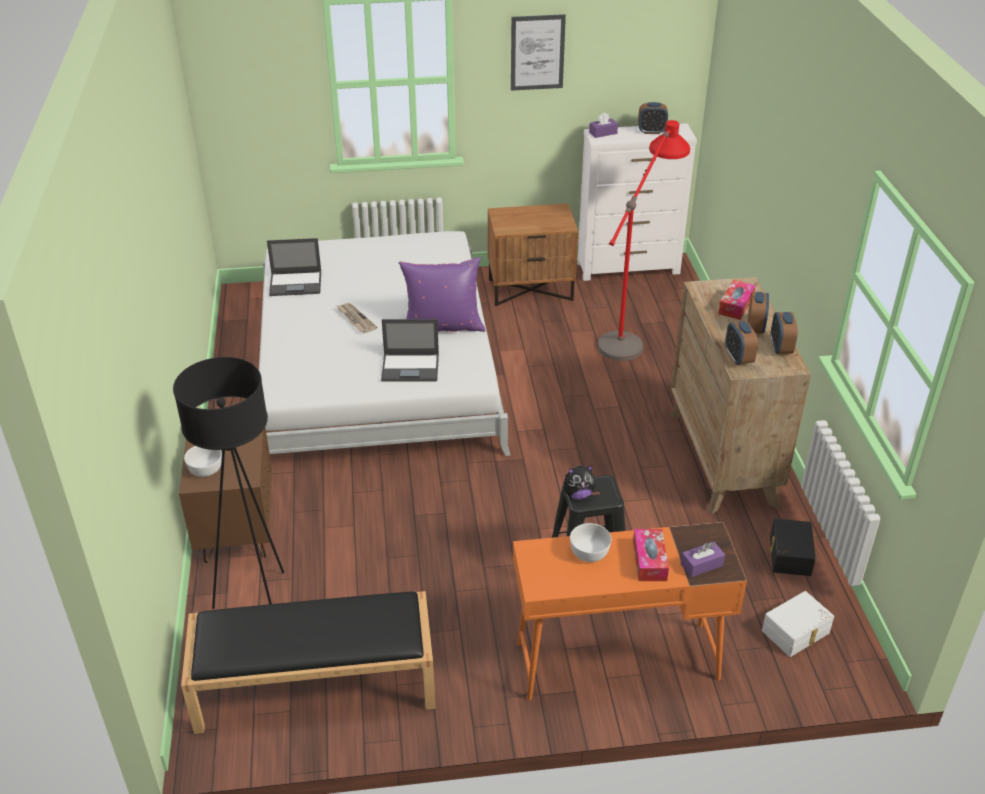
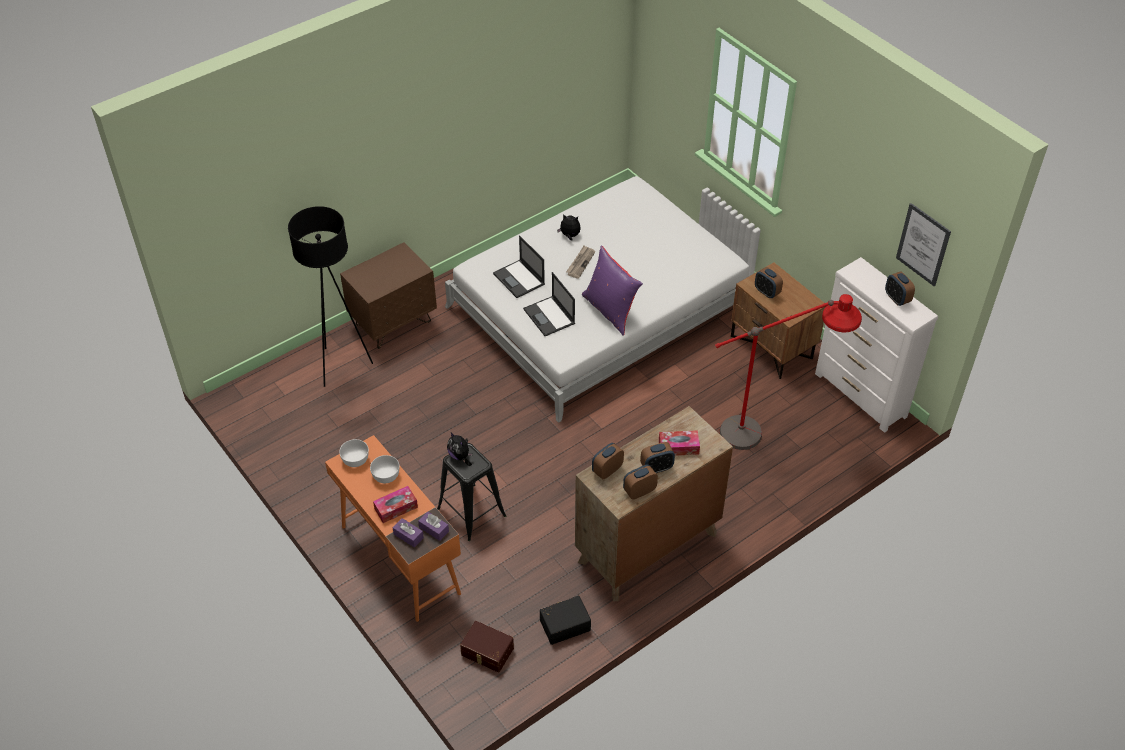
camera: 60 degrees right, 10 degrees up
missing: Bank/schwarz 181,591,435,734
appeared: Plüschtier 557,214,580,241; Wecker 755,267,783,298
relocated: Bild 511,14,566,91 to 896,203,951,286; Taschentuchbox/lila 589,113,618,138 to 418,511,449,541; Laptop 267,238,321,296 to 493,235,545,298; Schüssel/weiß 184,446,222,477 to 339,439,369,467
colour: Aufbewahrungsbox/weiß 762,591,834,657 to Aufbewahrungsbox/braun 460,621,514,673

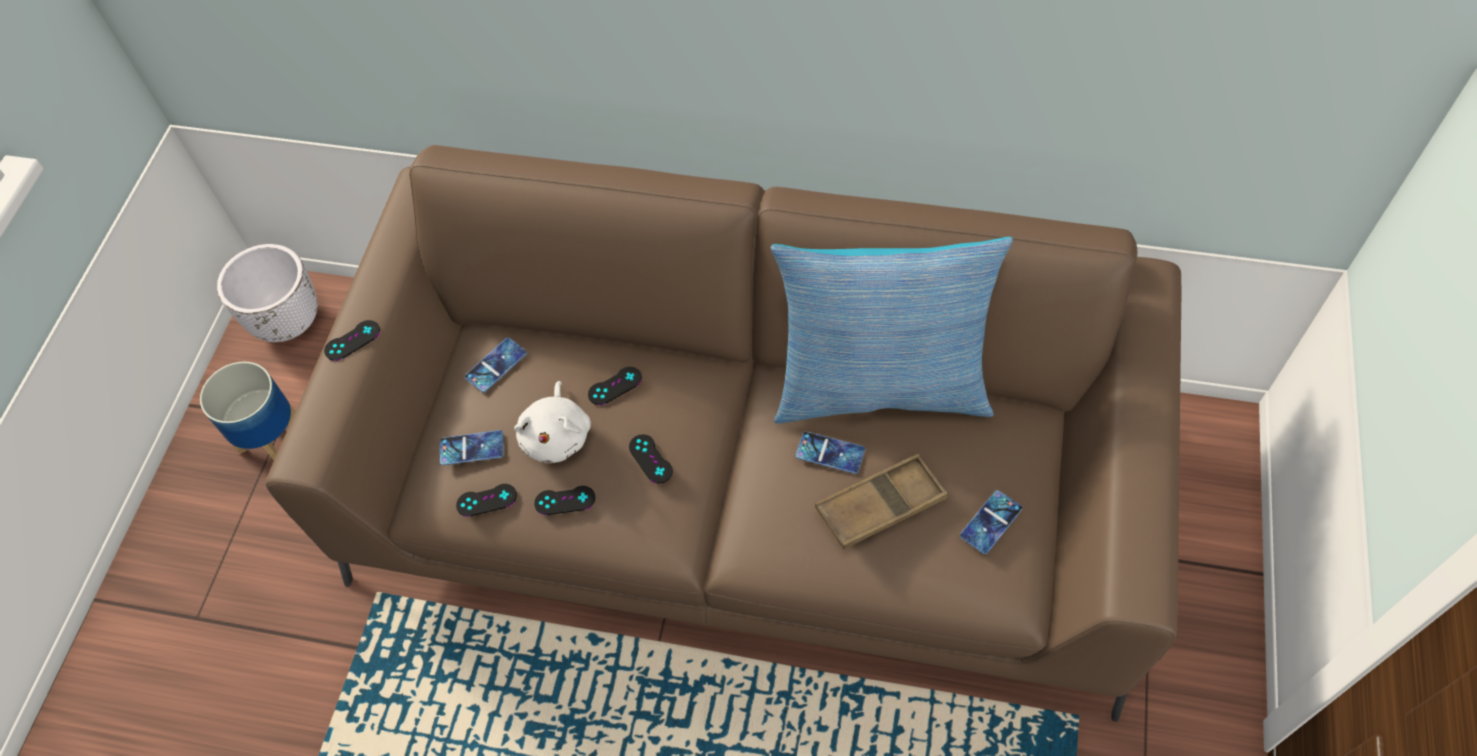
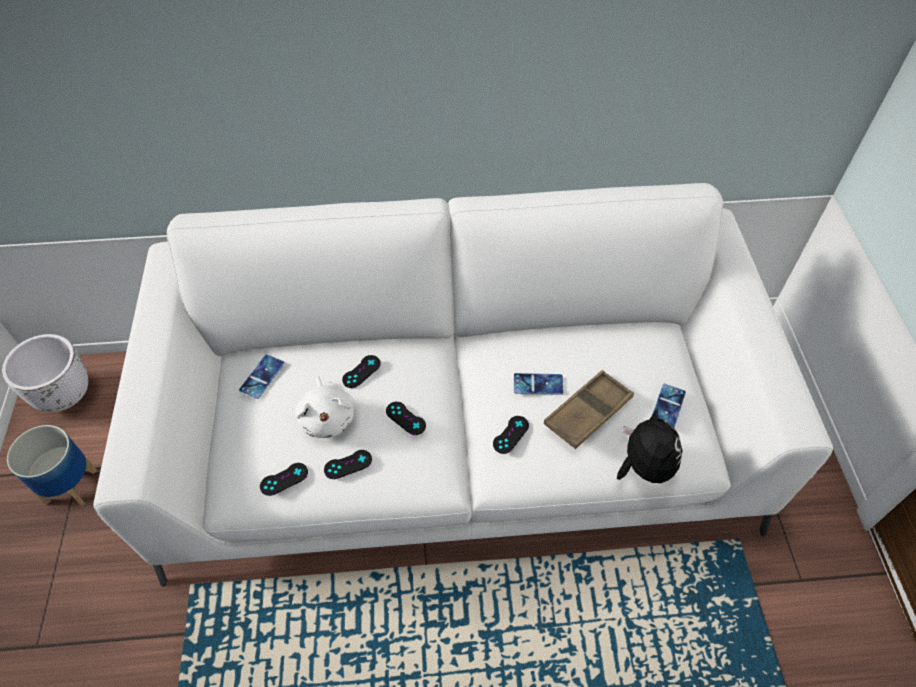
camera: 20 degrees left, 5 degrees down
missing: Kissen 771,237,1013,424; Handy 440,430,504,465
appeared: Plüschtier 617,408,682,483
relocated: Gamepad/schwarz 324,320,380,361 to 493,416,529,454
colour: Sofa/braun 265,145,1181,722 to Sofa/weiß 94,183,833,587

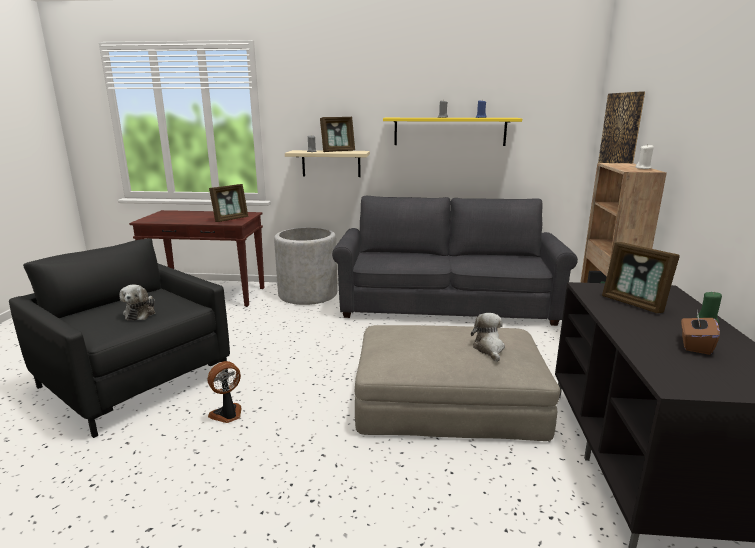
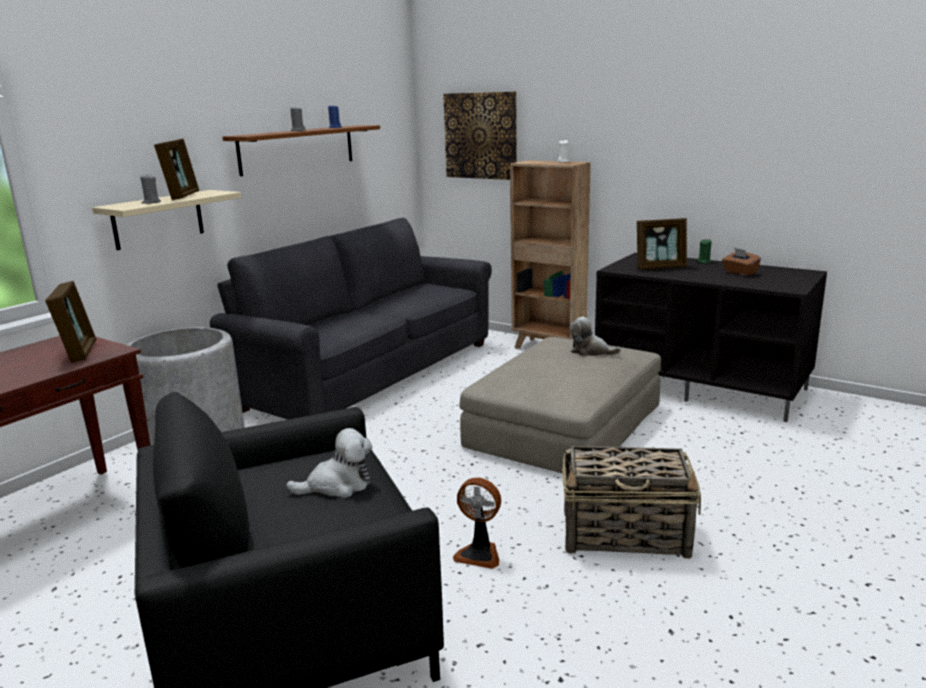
camera: 60 degrees left, 0 degrees up
appeared: Korb 562,446,701,559
colour: Wandregal/gelb 383,118,522,146 to Wandregal/braun 223,125,380,176
spun: Plüschtier 120,285,155,321 = 286,428,373,498 45 degrees counterclockwise; Ventilator 207,361,242,423 = 453,478,501,569 60 degrees counterclockwise

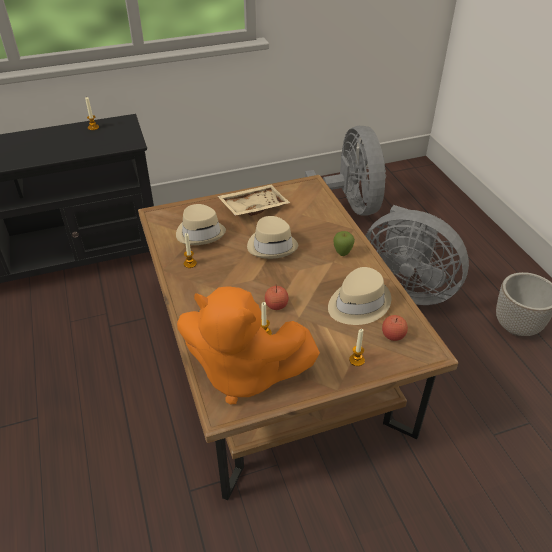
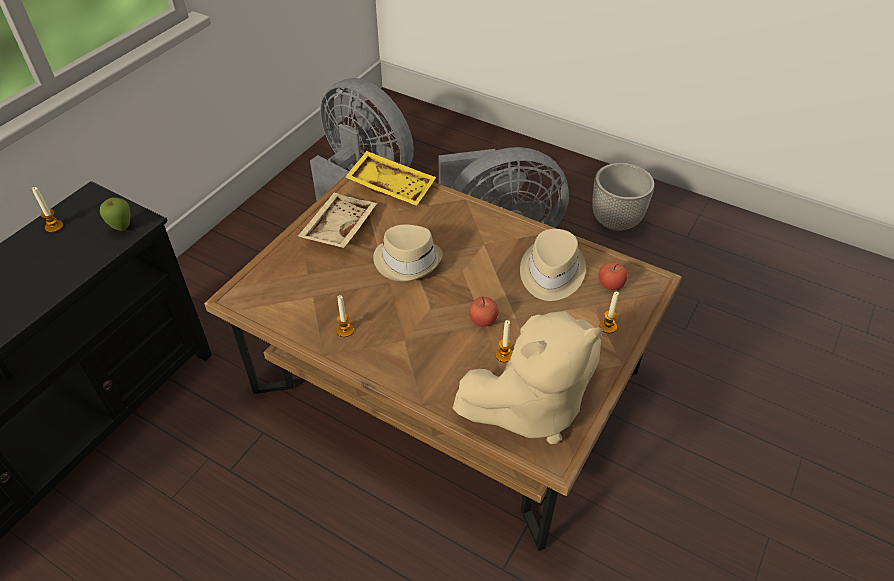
camera: 40 degrees left, 5 degrees up
missing: Hut/beige 176,204,226,245
appeared: Tablett/gelb 345,151,436,206
relocated: Apfel 333,231,355,256 to 100,198,131,231
colour: Plüschtier/orange 177,286,320,404 to Plüschtier/beige 453,311,603,444

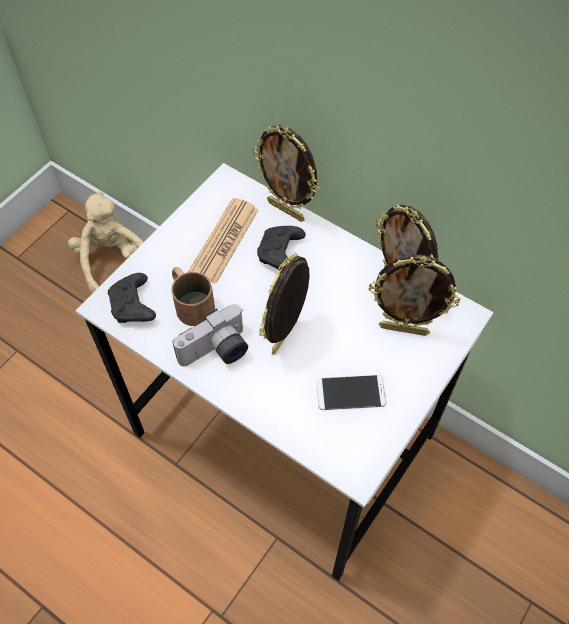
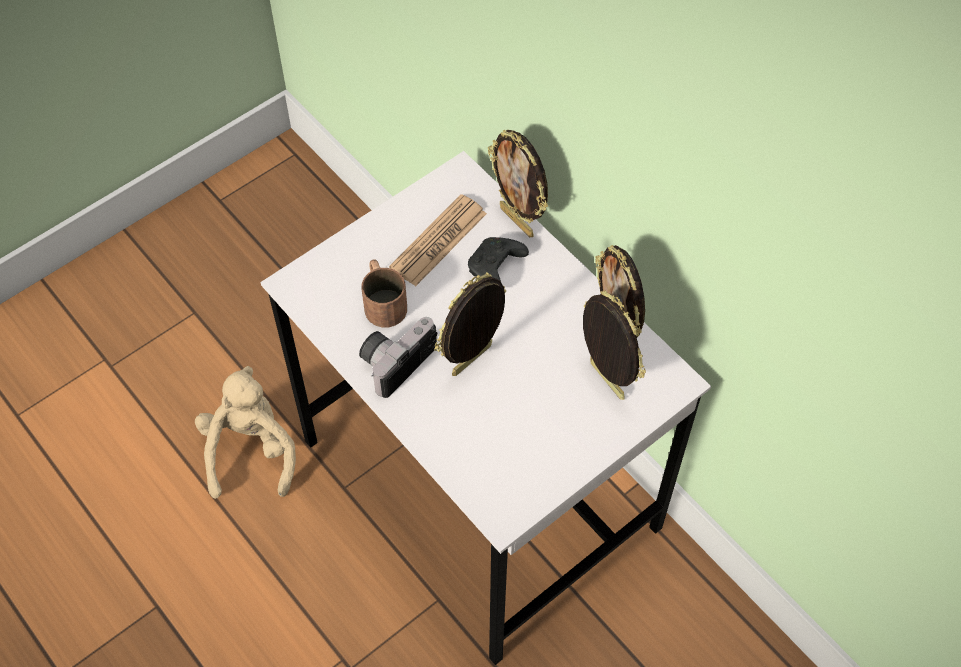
camera: 15 degrees right, 0 degrees up
missing: Gamepad/schwarz 108,273,156,323; Handy 316,375,386,410
relocated: Plüschtier/beige 68,191,144,294 to 195,366,296,499
spun: Bilderrahmen 369,254,460,336 = 583,290,646,400 150 degrees counterclockwise; Kamera 173,304,248,366 = 359,317,437,398 150 degrees clockwise

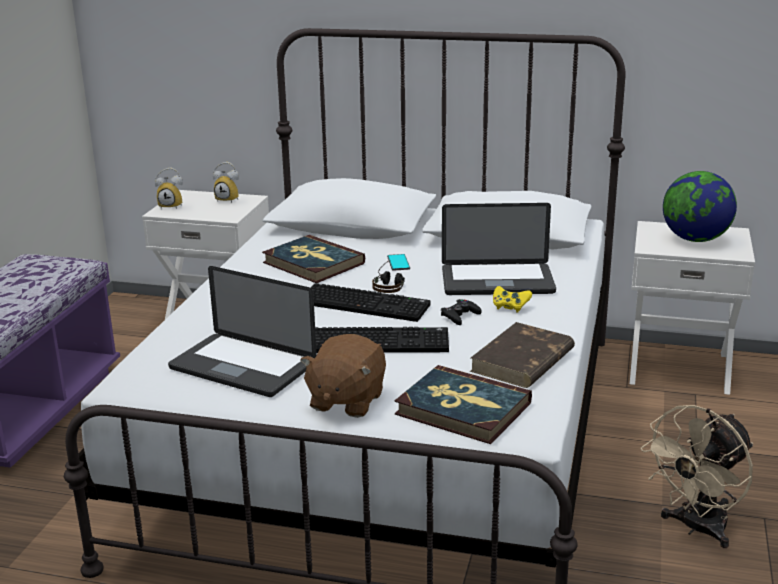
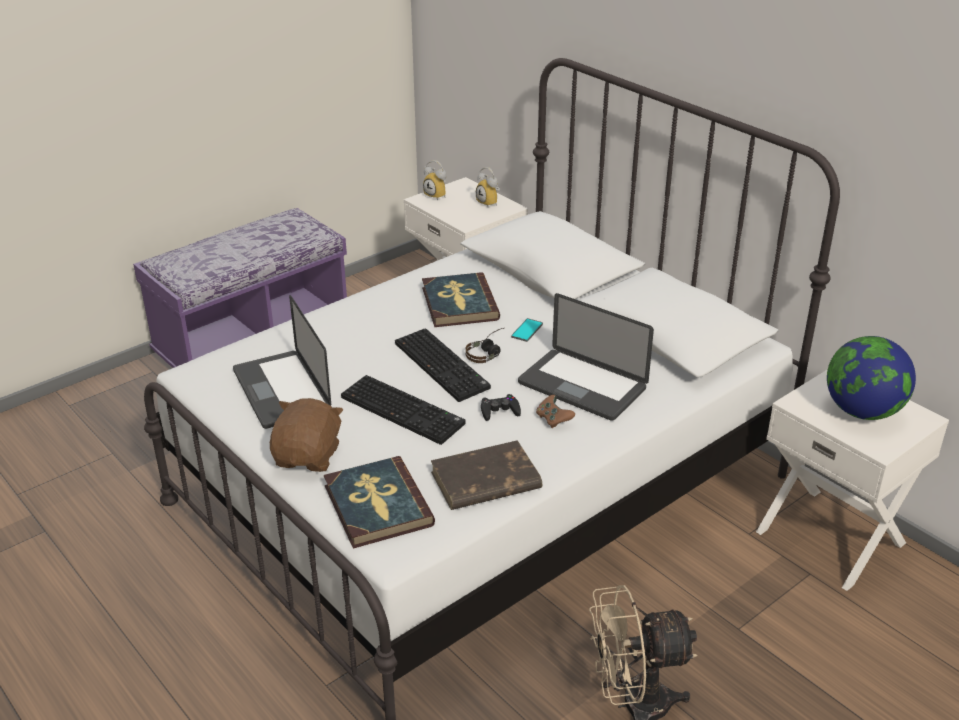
camera: 35 degrees right, 10 degrees up
colour: Gamepad/gelb 493,286,532,313 to Gamepad/braun 536,395,575,428
spun: Plüschtier/braun 300,334,386,418 = 270,398,343,472 135 degrees clockwise

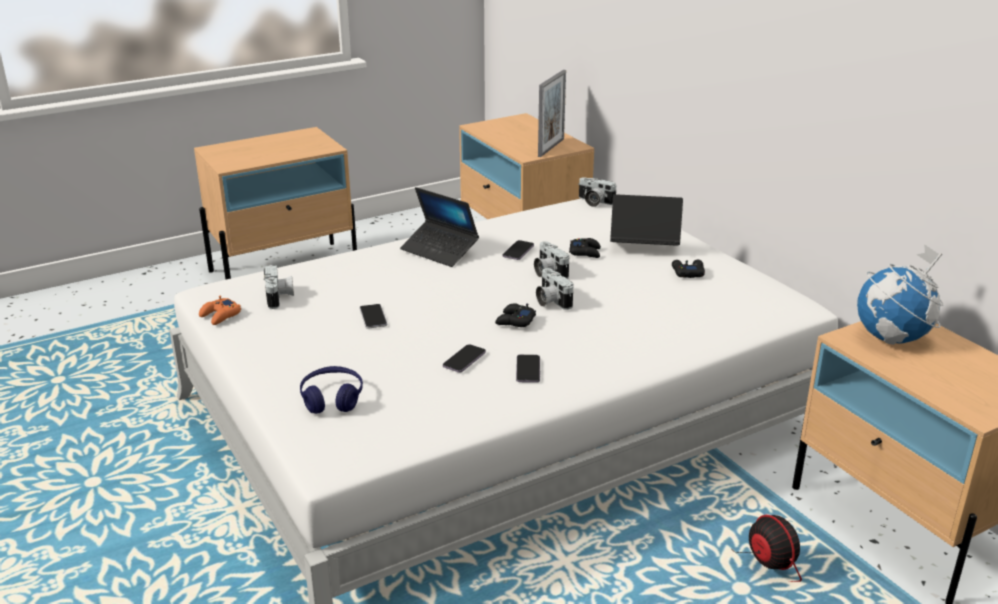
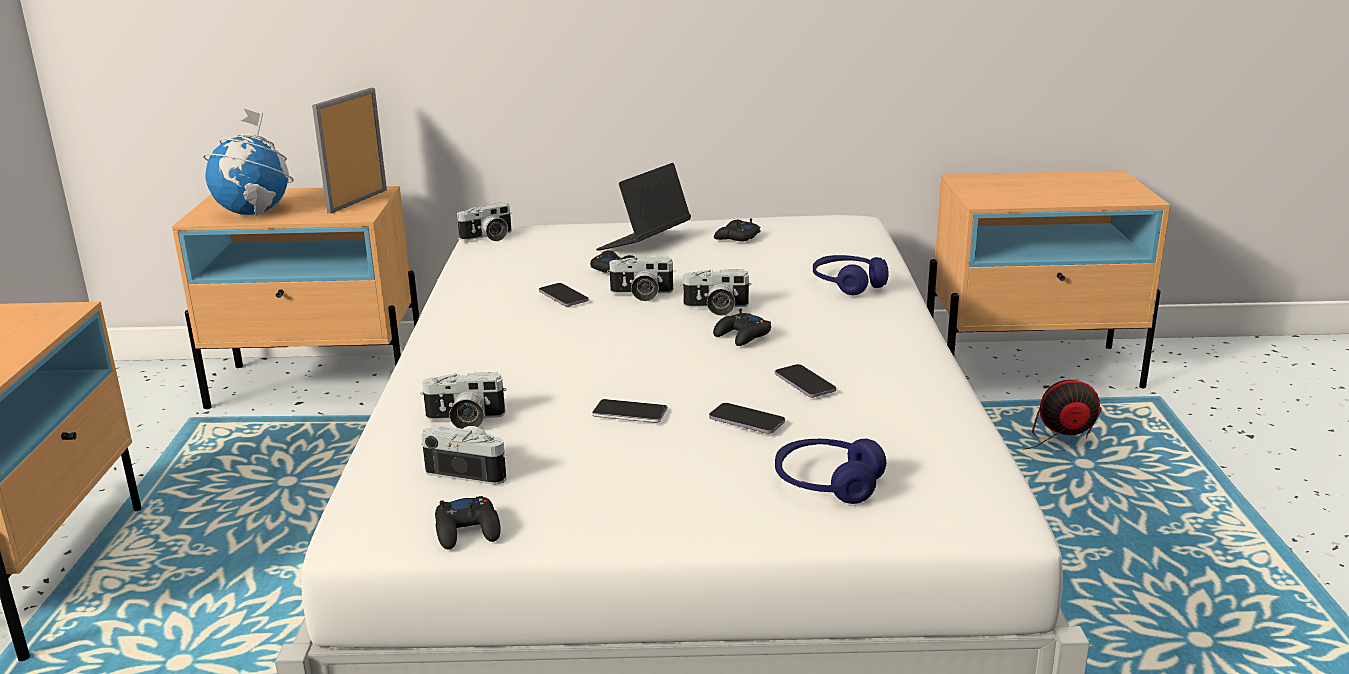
camera: 60 degrees left, 5 degrees down
missing: Laptop 400,187,479,267
appeared: Kopfhörer/blau 813,255,888,295; Kamera 420,372,506,429
relocated: Globus 857,244,944,345 to 203,109,294,216; Handy 516,355,540,383 to 709,403,785,434
colour: Gamepad/orange 199,296,241,325 to Gamepad/schwarz 435,496,501,550
spun: Bilderrahmen 538,70,566,157 = 312,88,387,214 120 degrees counterclockwise

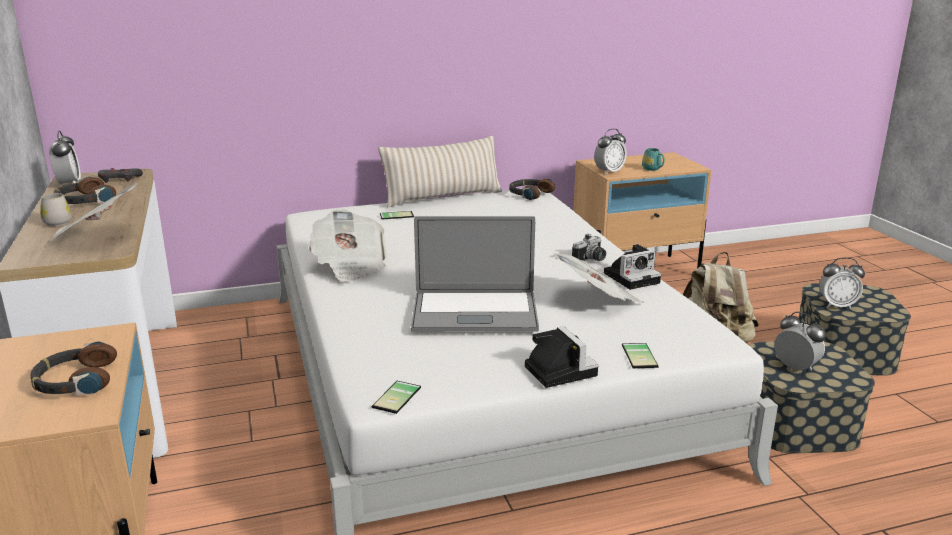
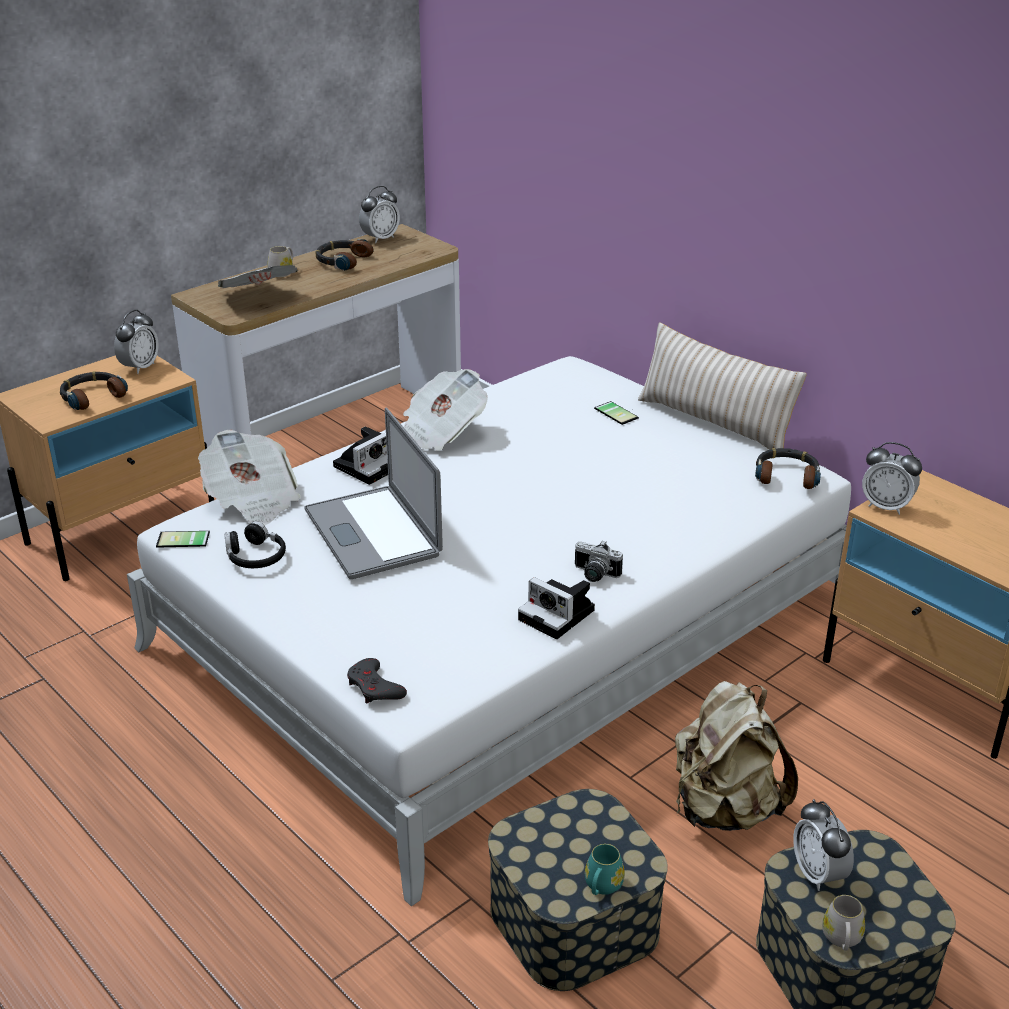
camera: 65 degrees right, 10 degrees up
missing: Handy 622,343,660,368
appeared: Kopfhörer/schwarz 224,521,286,568; Henkelbecher/weiß 822,895,865,950
relocated: Henkelbecher/türkis 642,148,665,171 to 585,844,625,895; Gamepad/grau 98,168,143,183 to 347,658,407,704; Zeitung 553,253,644,303 to 198,430,301,526; Wecker 774,312,826,371 to 114,310,159,374; Kamera 525,326,599,388 to 333,426,388,485

